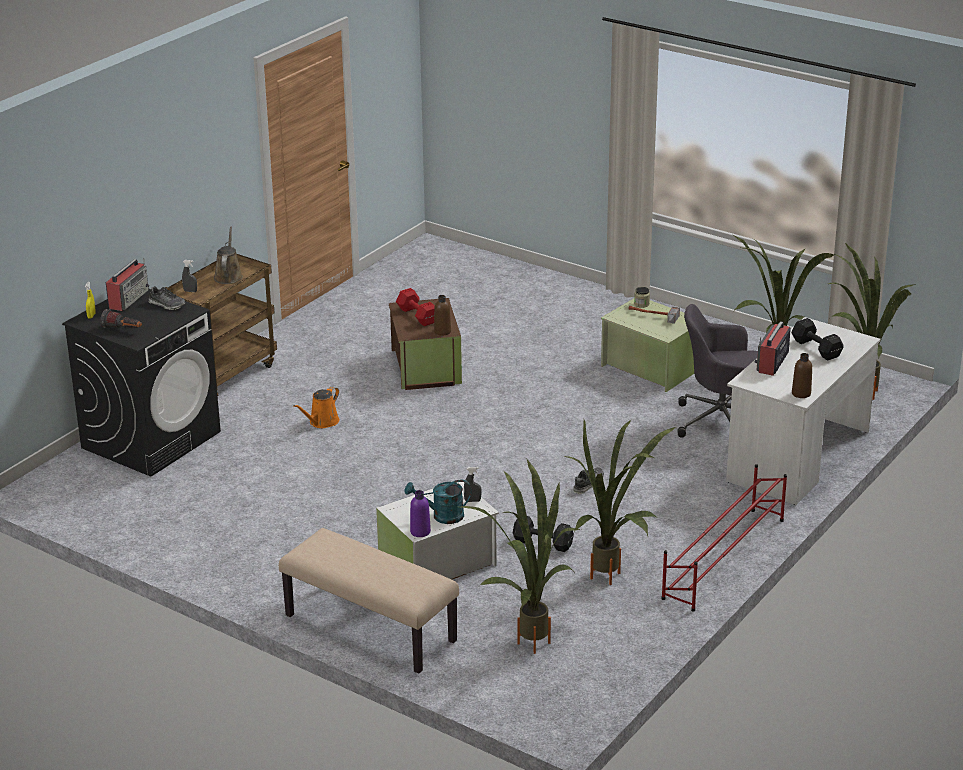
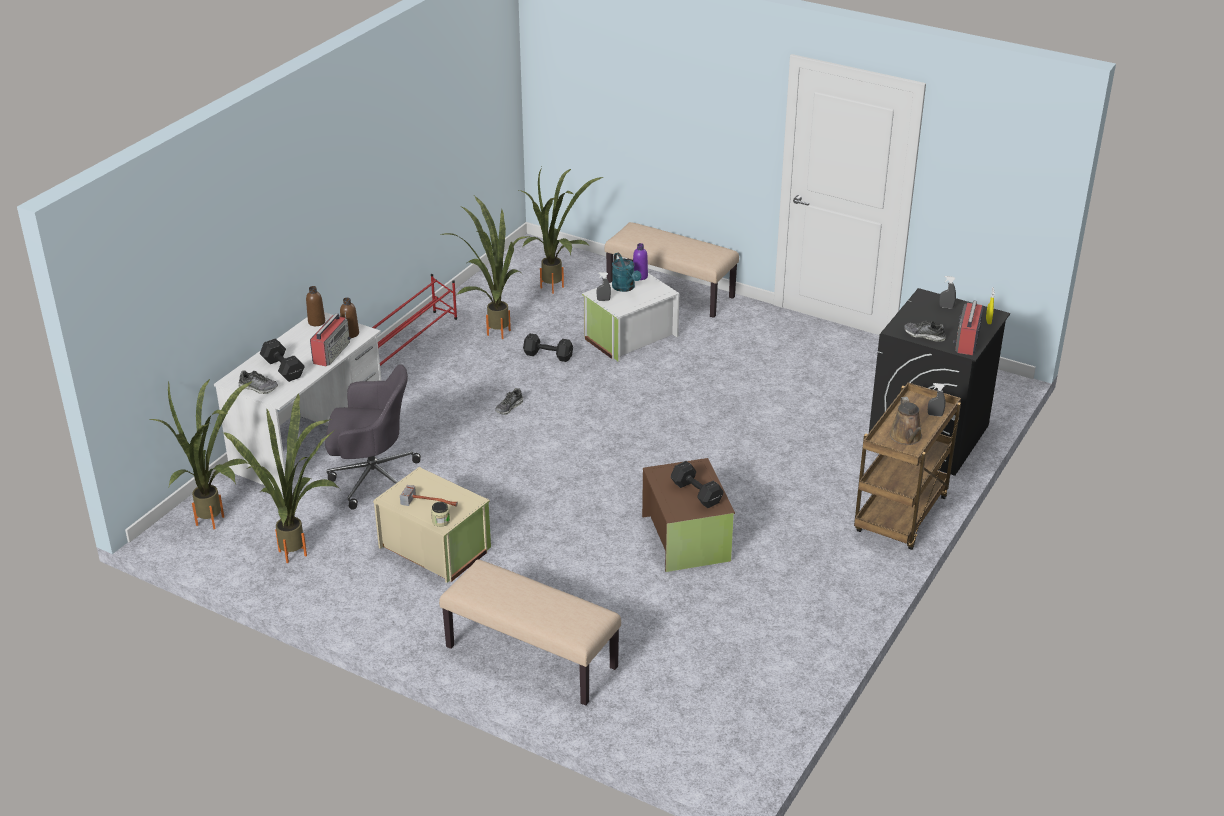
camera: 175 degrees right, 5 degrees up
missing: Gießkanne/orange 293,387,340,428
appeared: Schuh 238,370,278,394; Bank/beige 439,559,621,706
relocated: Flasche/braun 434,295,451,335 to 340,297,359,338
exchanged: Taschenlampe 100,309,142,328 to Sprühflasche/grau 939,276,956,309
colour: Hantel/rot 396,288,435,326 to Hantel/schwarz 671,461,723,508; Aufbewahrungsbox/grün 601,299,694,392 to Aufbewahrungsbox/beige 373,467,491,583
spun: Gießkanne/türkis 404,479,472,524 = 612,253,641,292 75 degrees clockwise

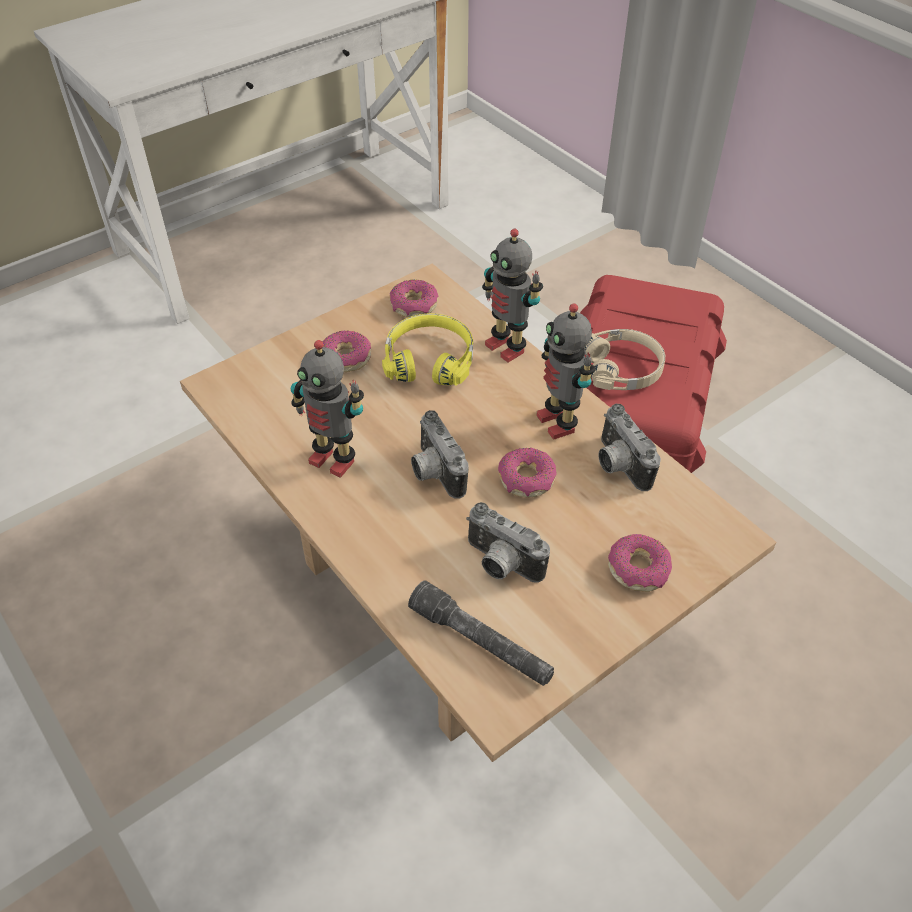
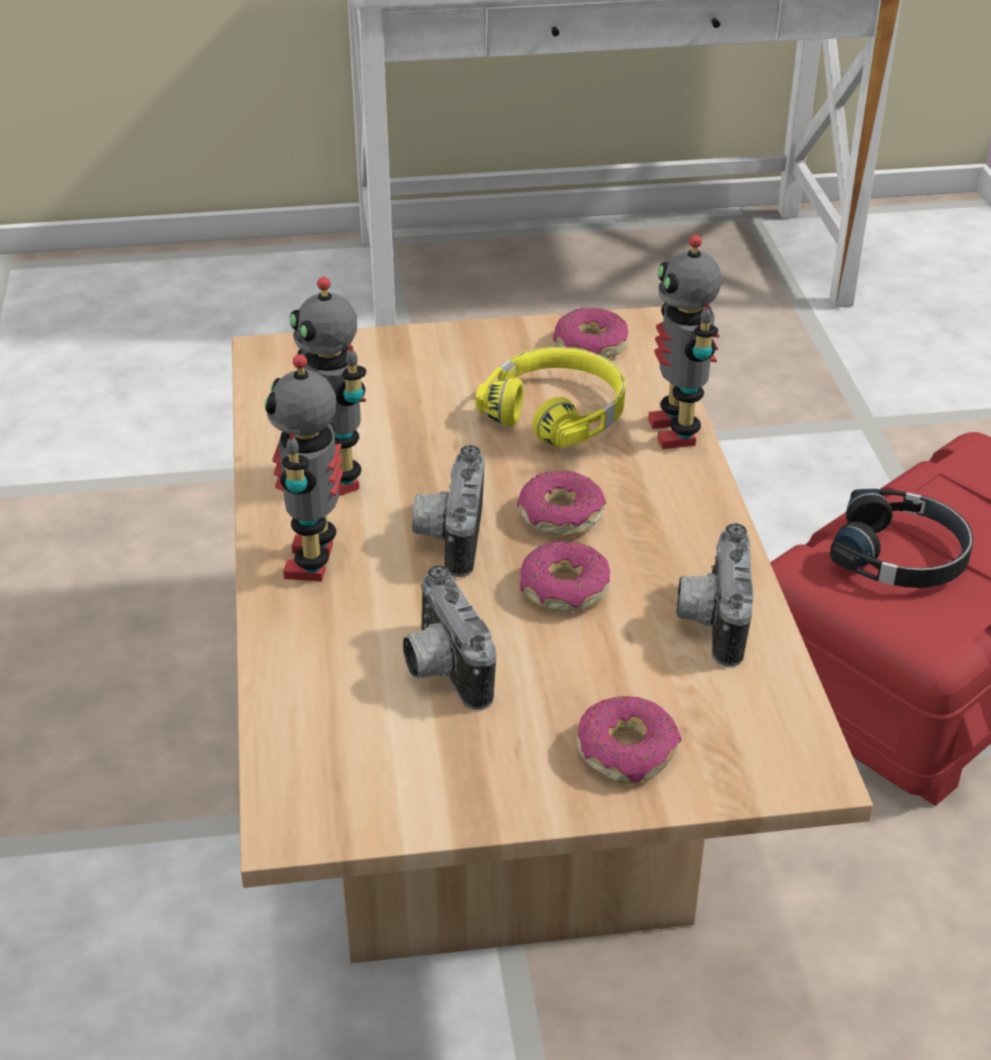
camera: 30 degrees right, 10 degrees down
missing: Taschenlampe/grau 408,580,554,686
relocated: Spielzeugroboter 537,303,596,440 to 265,354,343,582; Donut 322,331,371,372 to 517,470,606,537
colour: Kopfhörer/beige 584,329,665,390 to Kopfhörer/schwarz 830,489,973,588

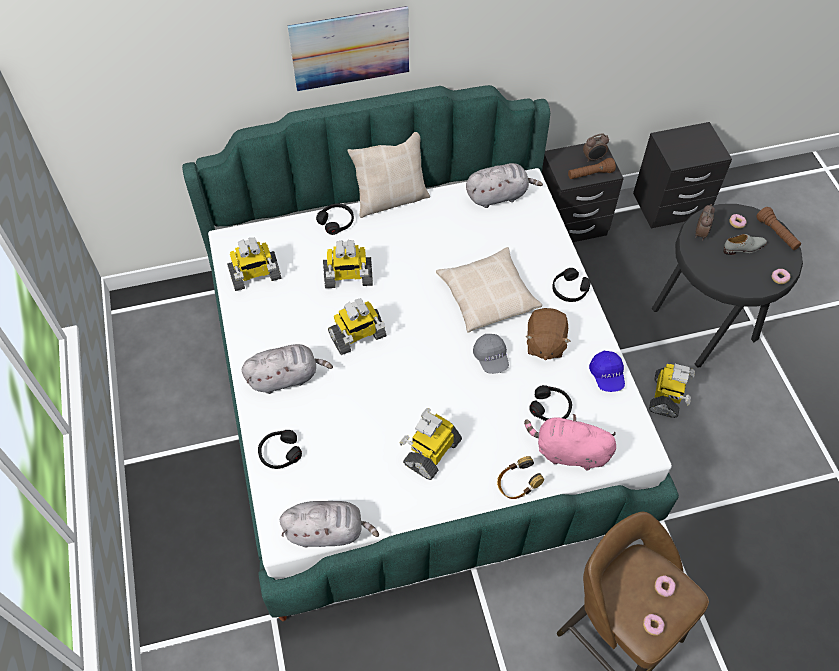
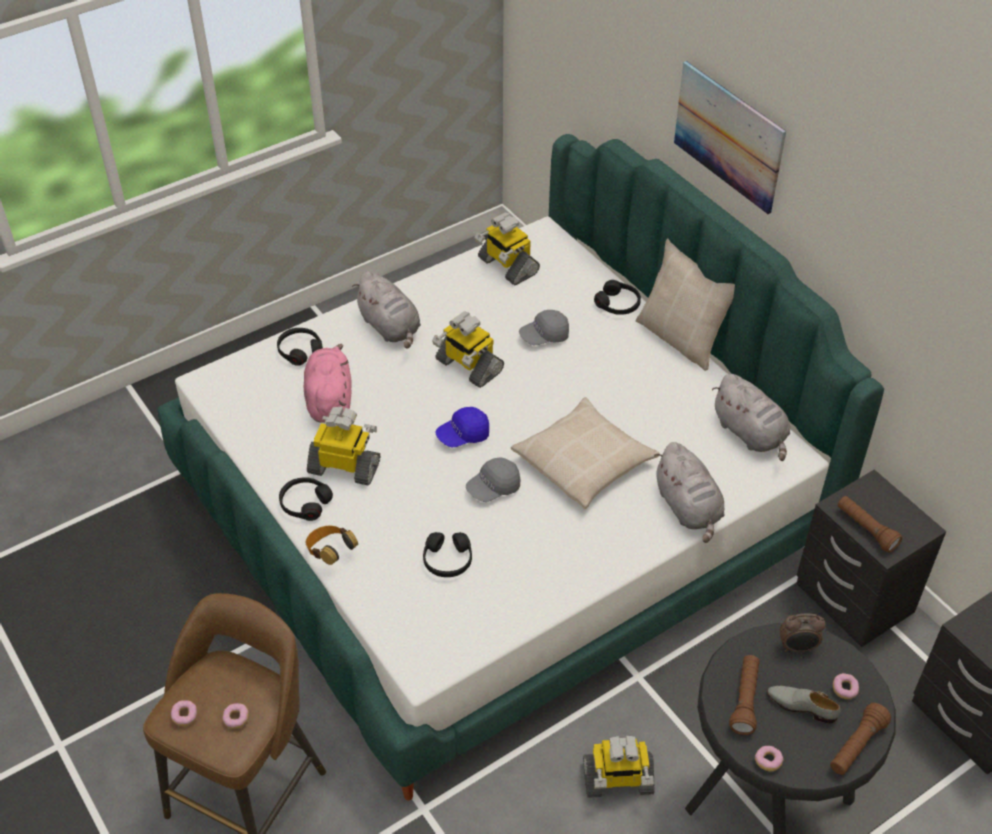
camera: 70 degrees right, 10 degrees down
missing: Wecker 583,134,609,162; Plüschtier/braun 525,308,571,360
appeared: Taschenlampe/braun 729,655,759,735
relocated: Kopfhörer/schwarz 552,268,591,302 to 279,477,333,521; Kappe/blau 589,351,625,392 to 435,407,489,447; Plüschtier/rosa 524,414,616,470 to 304,344,351,423; Plüschtier/grau 280,501,379,547 to 654,442,725,543
exchanged: Spielzeugroboter 323,240,373,288 to Kappe/grau 519,310,569,345
spun: Schuh/grau 723,234,767,255 = 767,686,840,723 150 degrees clockwise

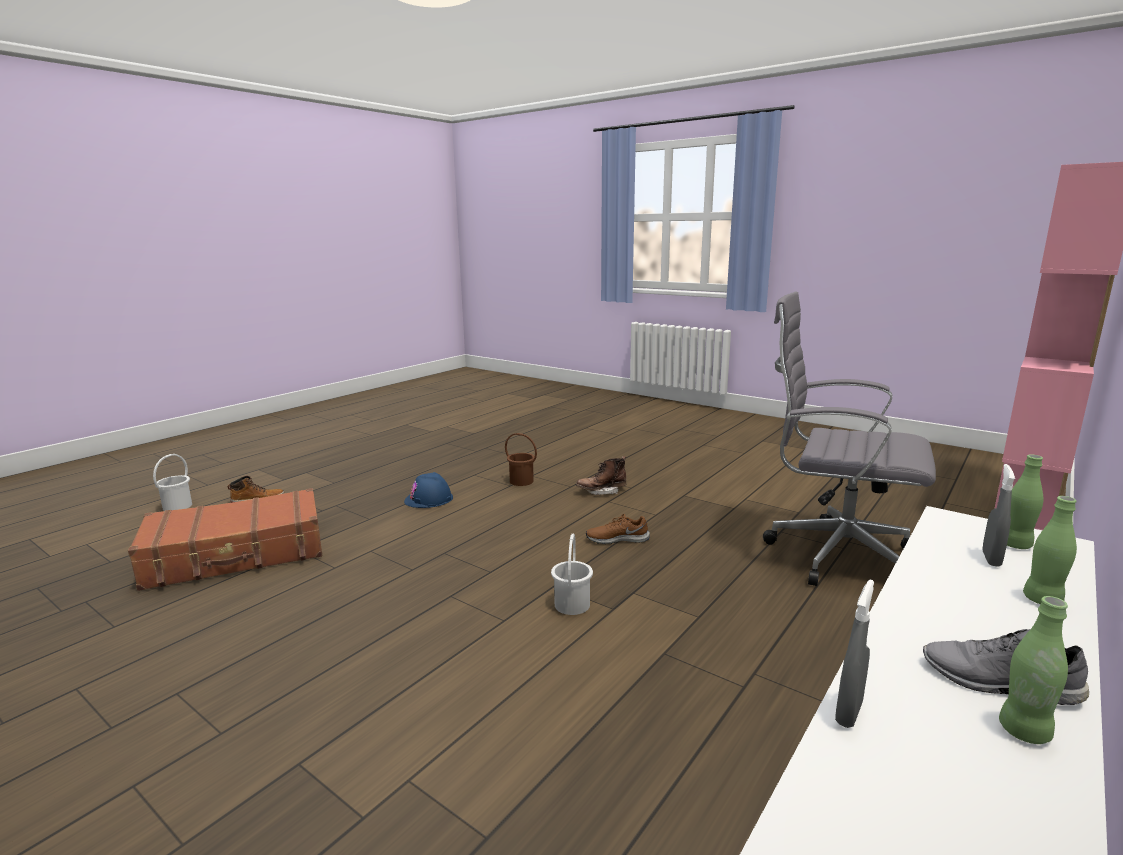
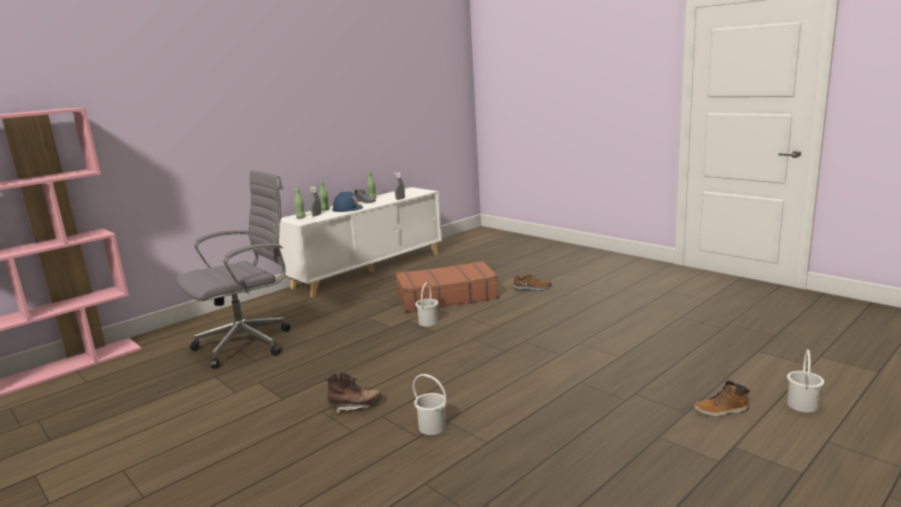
camera: 170 degrees left, 0 degrees up
relocated: Schutzhelm/blau 404,472,453,508 to 332,191,363,212; Koffer/braun 128,488,322,591 to 395,261,499,312; Schuh/braun 586,514,650,544 to 513,275,551,291
colour: Eimer/braun 505,433,537,486 to Eimer/weiß 413,374,447,435
spun: Bürostuhl/grau 763,292,936,586 = 177,170,291,369 75 degrees counterclockwise

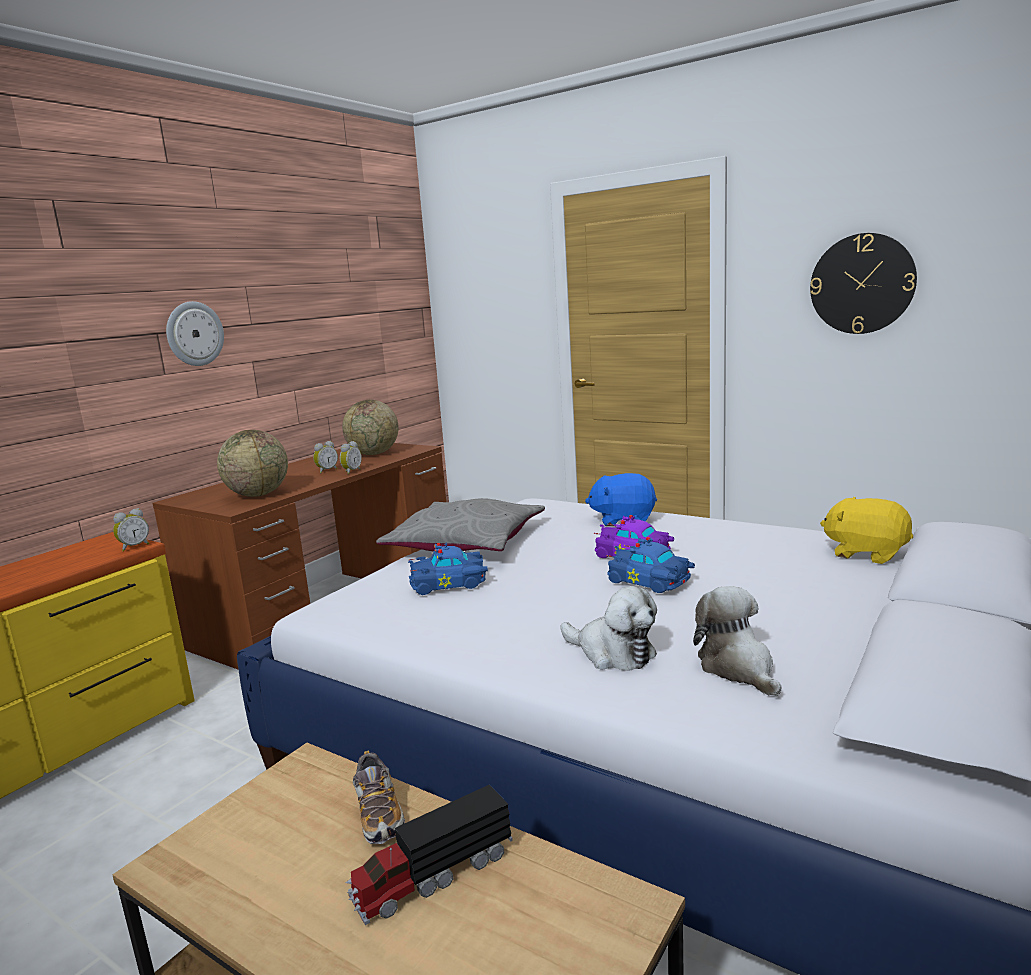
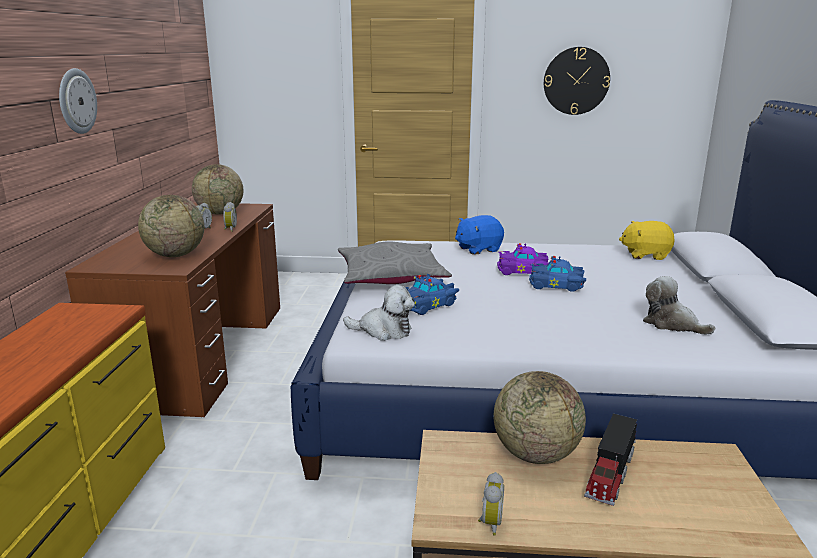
camera: 30 degrees left, 5 degrees up
relocated: Wecker 113,508,149,551 to 478,472,504,535; Plüschtier 560,586,657,671 to 343,285,415,341
exchanged: Schuh 353,751,405,844 to Globus 494,371,586,464

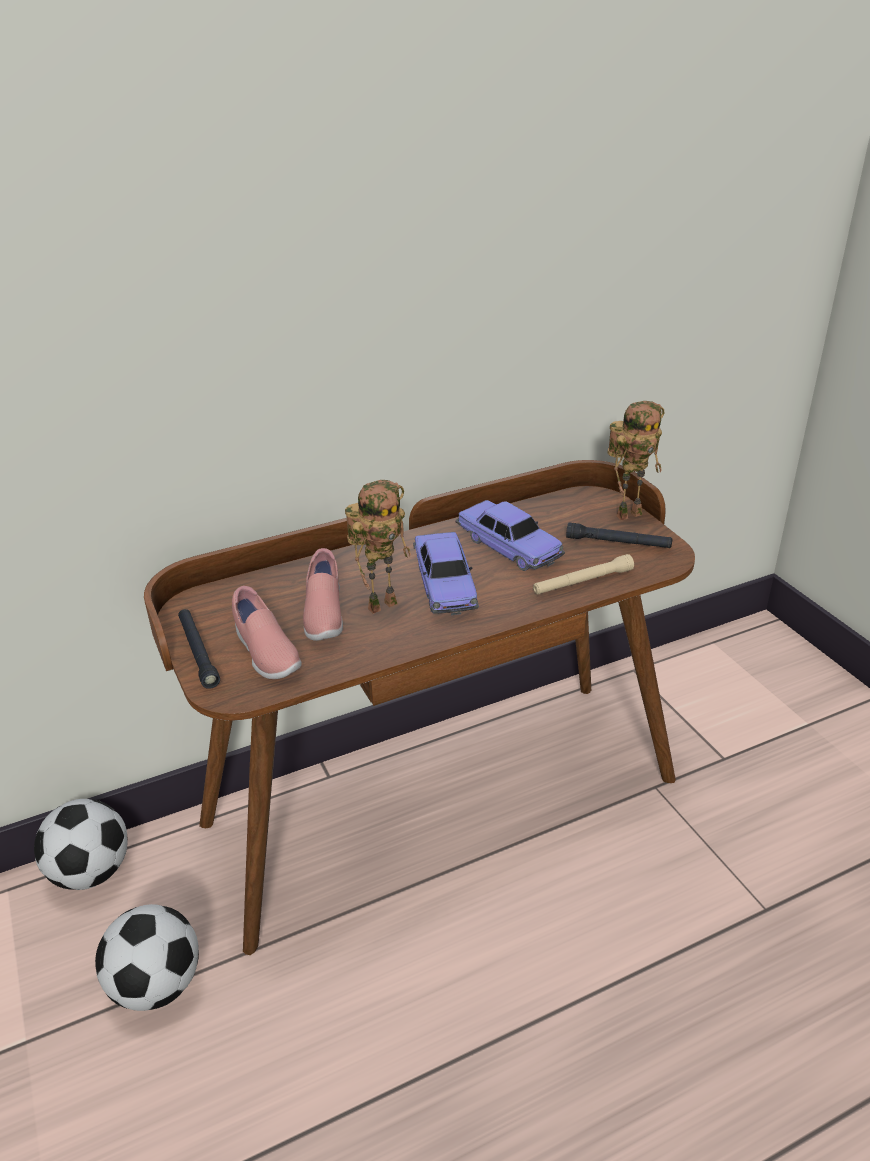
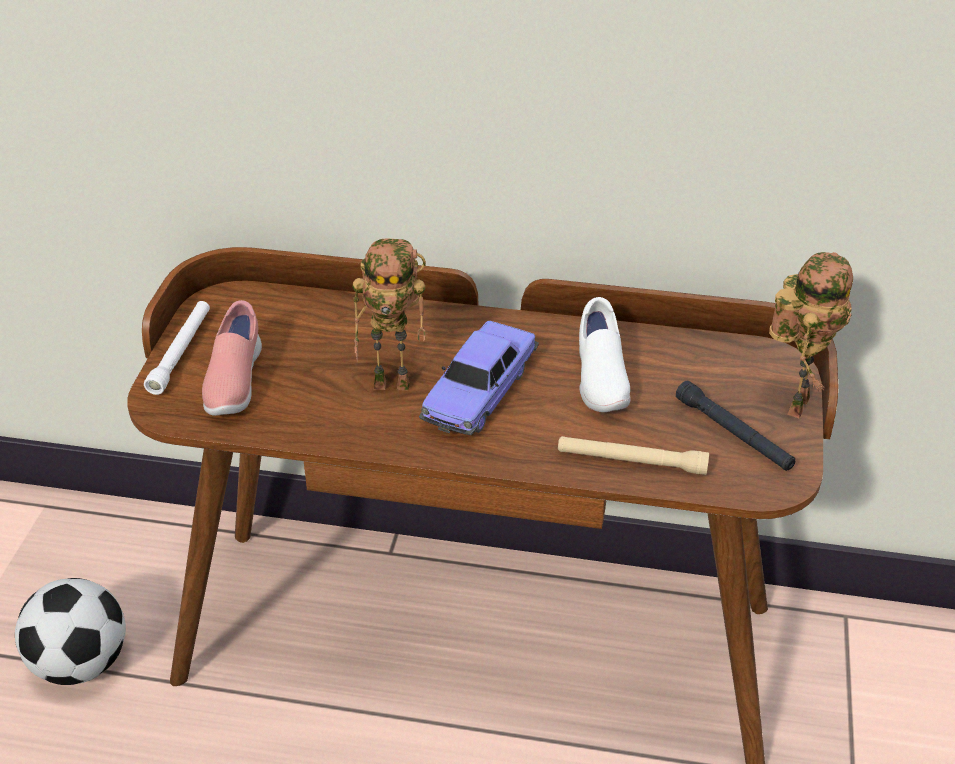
camera: 35 degrees right, 5 degrees up
missing: Schuh/rosa 303,548,343,641; Fußball 34,799,128,890
exchanged: Spielzeugauto 455,500,565,571 to Schuh/weiß 579,297,631,412
colour: Taschenlampe/schwarz 178,609,220,689 to Taschenlampe/weiß 144,301,210,395
spun: Spielzeugroboter 608,401,664,520 = 769,252,853,418 75 degrees counterclockwise

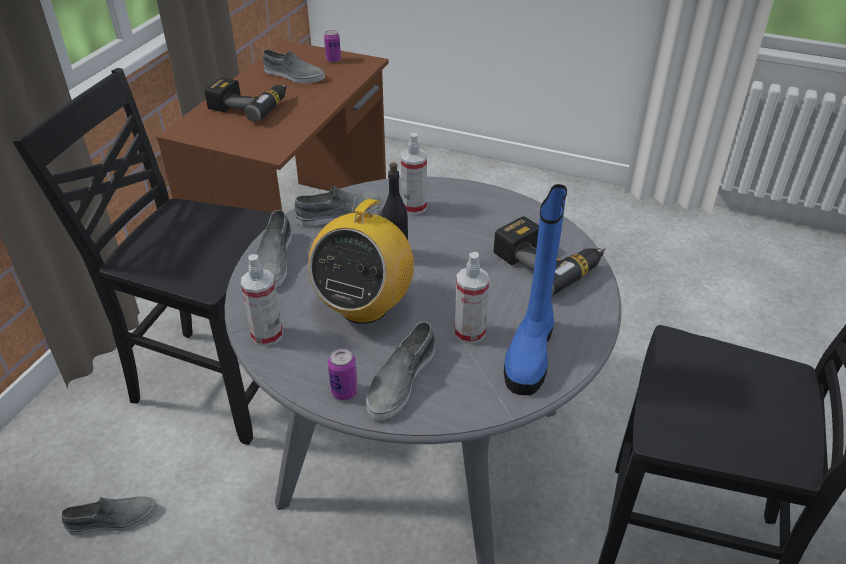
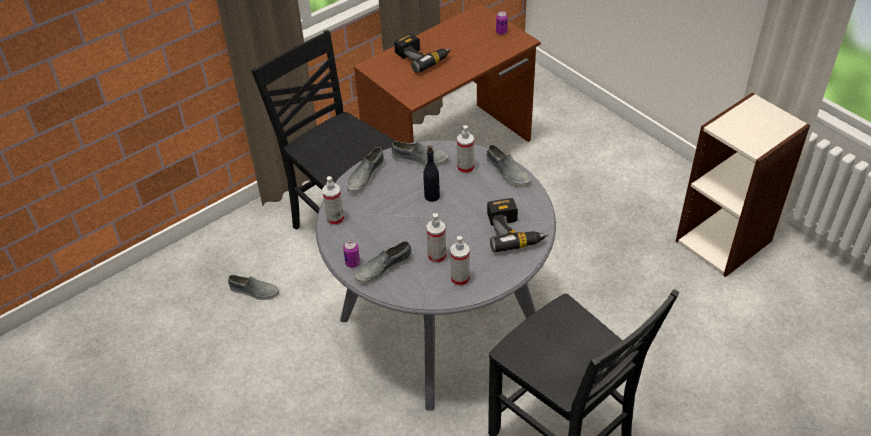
camera: 30 degrees right, 5 degrees up
missing: Radio 308,195,414,324
appeared: Bücherregal 676,92,810,277
relocated: Schuh/grau 263,50,325,83 to 486,145,530,187
exchanged: Stiefel/blau 504,184,567,395 to Sprühflasche 450,236,470,287

